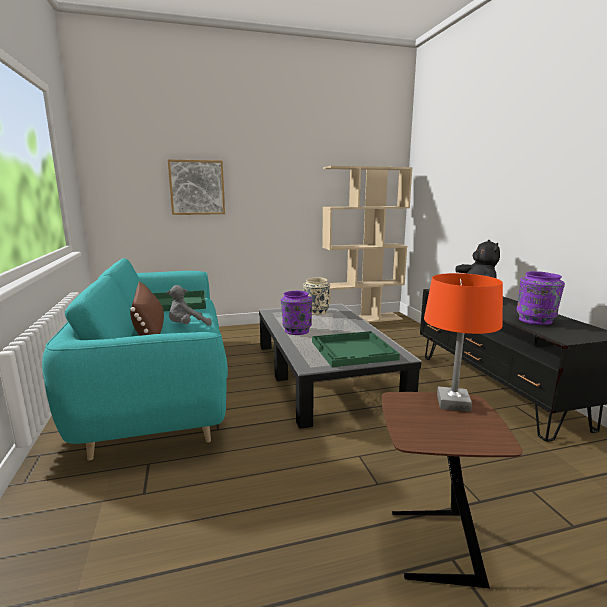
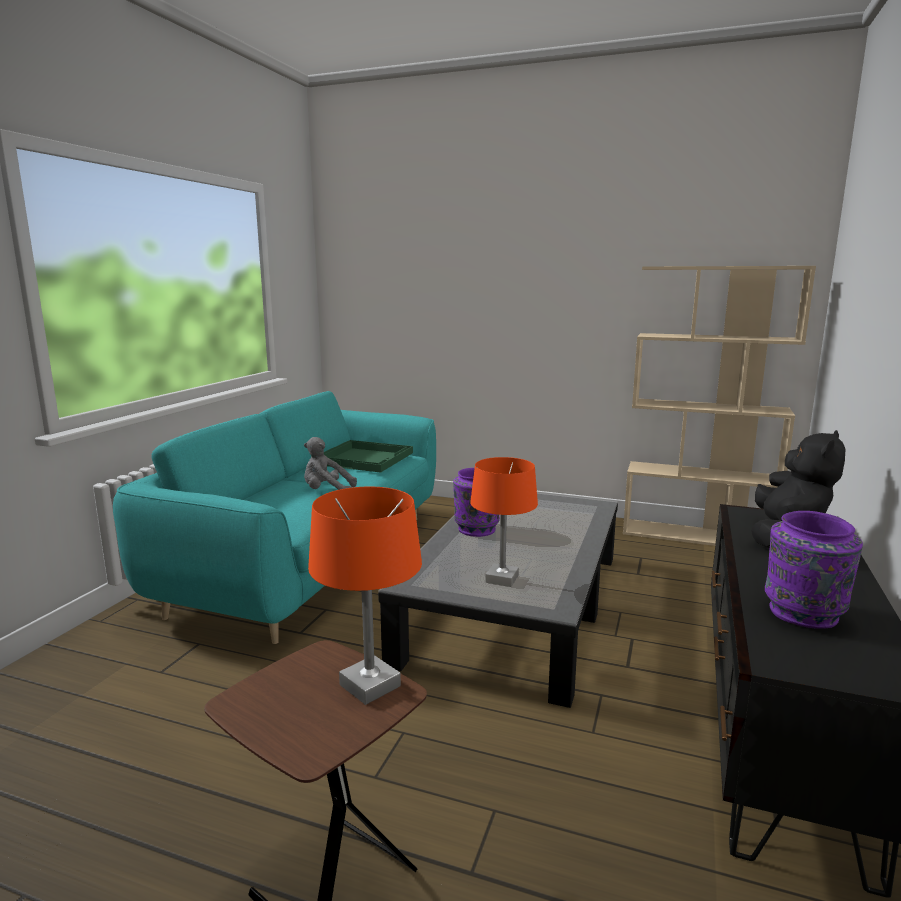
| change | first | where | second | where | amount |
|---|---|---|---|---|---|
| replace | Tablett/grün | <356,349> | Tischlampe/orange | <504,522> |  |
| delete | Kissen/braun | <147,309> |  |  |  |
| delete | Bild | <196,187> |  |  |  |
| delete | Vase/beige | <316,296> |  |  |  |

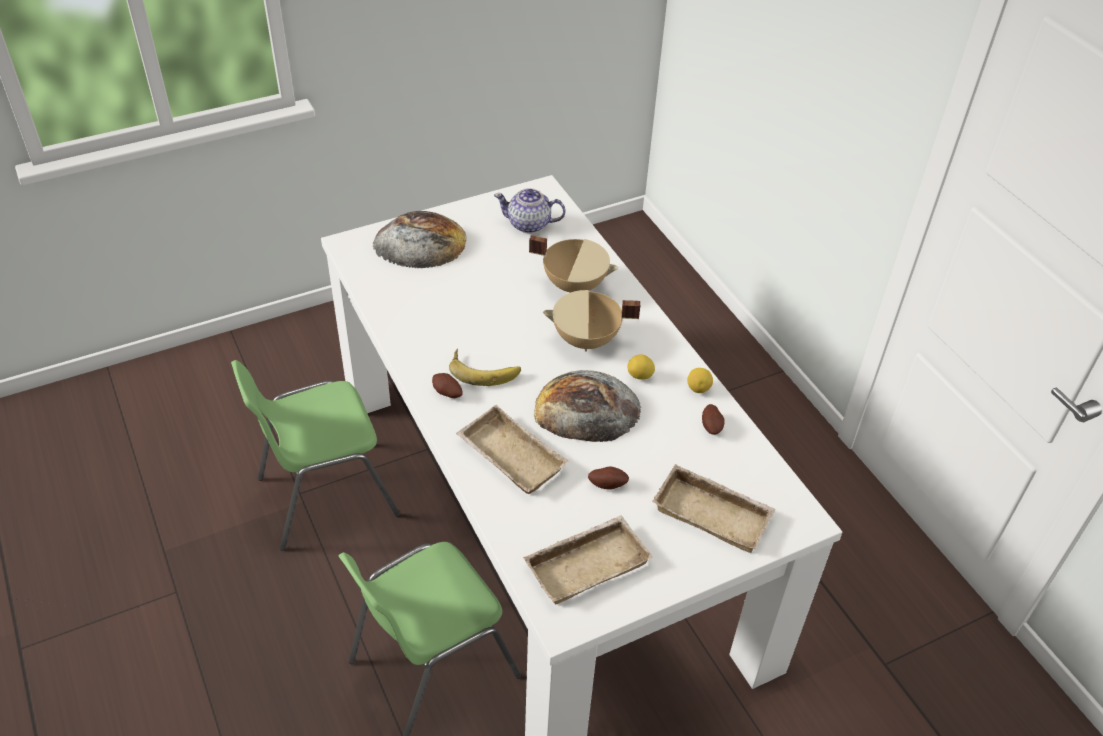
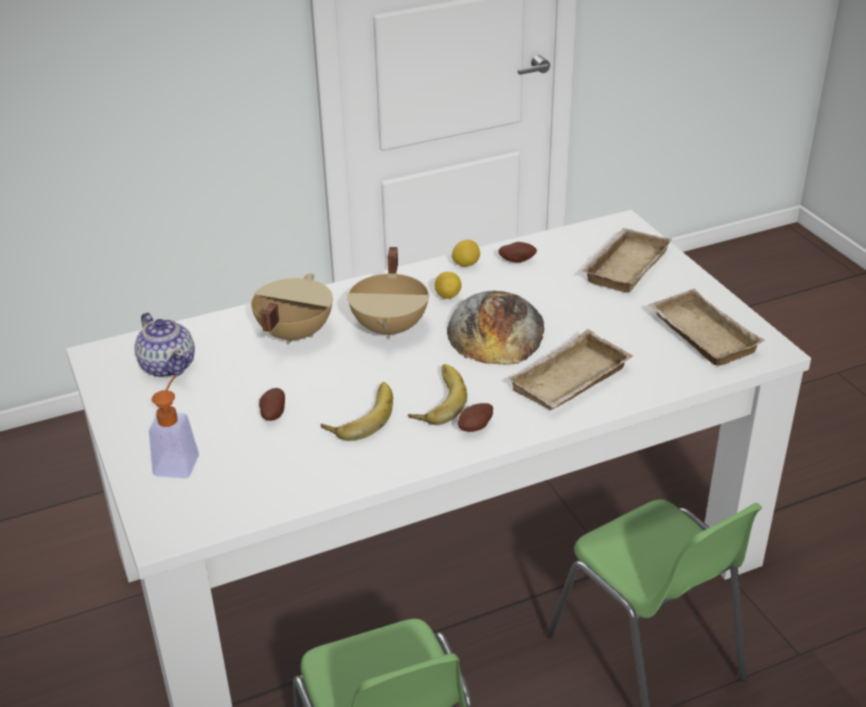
| change | first | where | second | where | amount |
|---|---|---|---|---|---|
| rotate | Teekanne | <530,210> |  | <164,345> | 45 degrees counterclockwise |
| replace | Brot | <419,239> | Seifenspender | <174,426> |  |
| move | Kartoffel | <608,477> |  | <272,404> |  |
| insert |  |  | Banane | <357,411> |  |

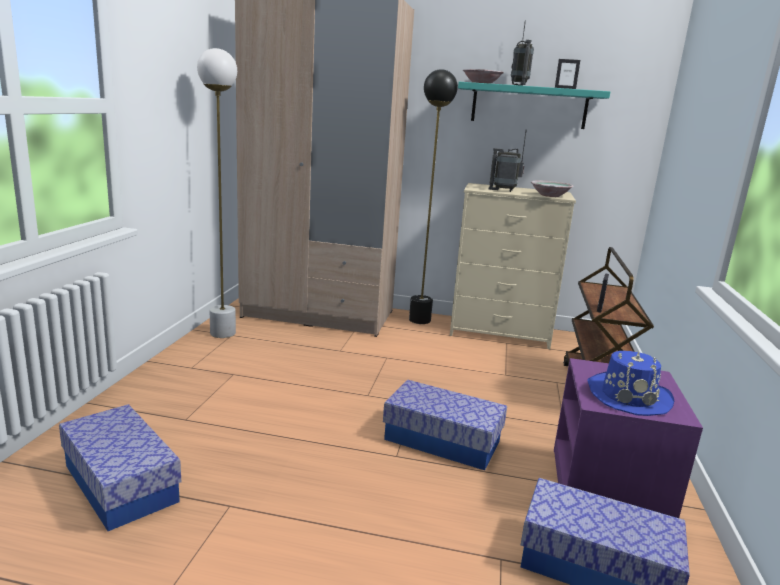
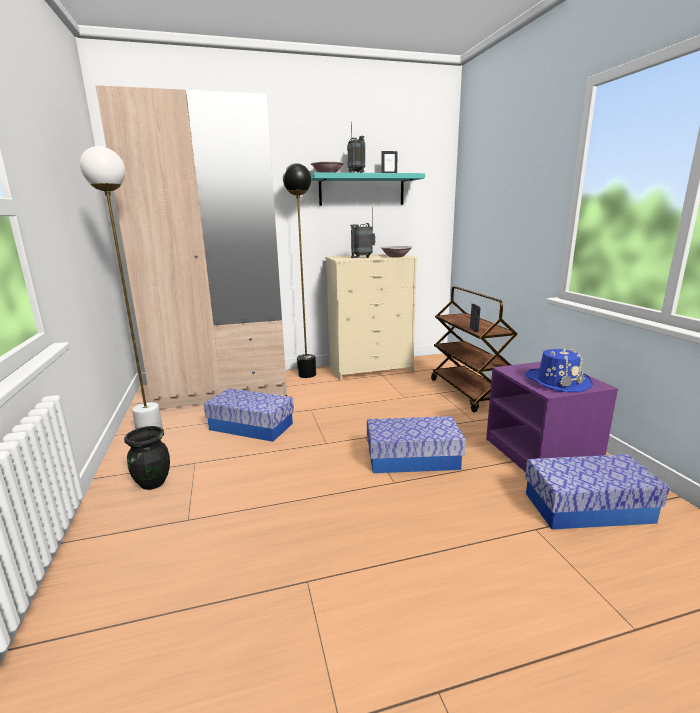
| change | first | where | second | where | amount |
|---|---|---|---|---|---|
| insert |  |  | Vase/schwarz | <147,458> |  |
| move | Aufbewahrungsbox | <120,467> |  | <249,415> |  |

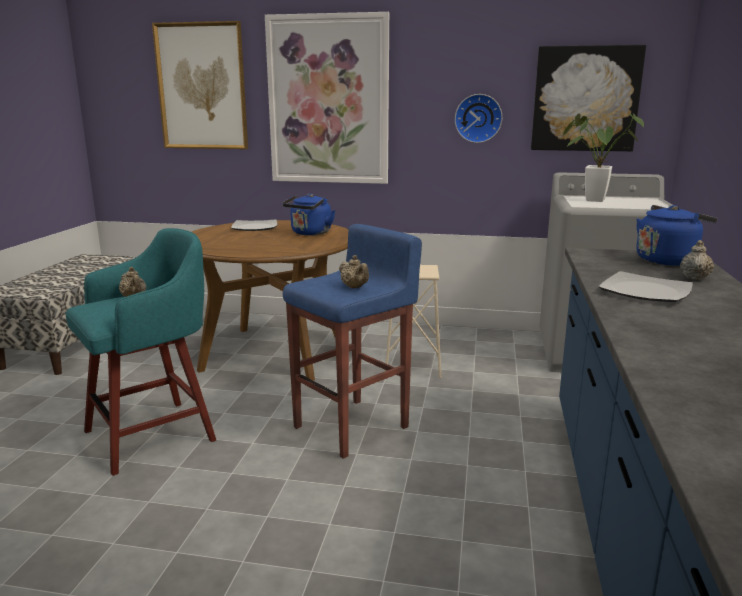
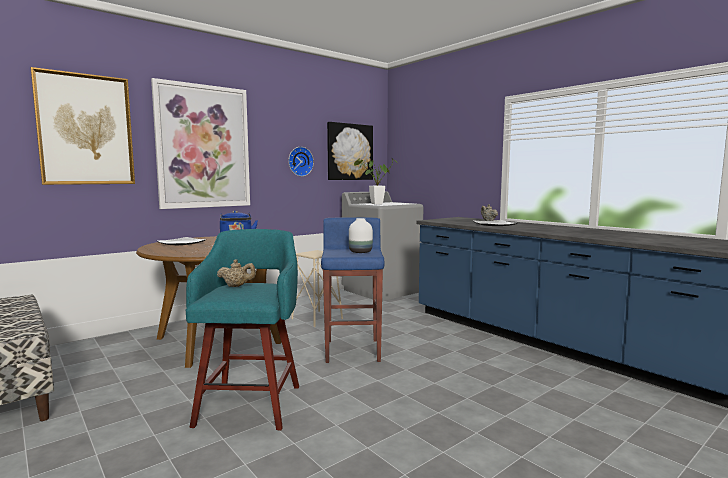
| change | first | where | second | where | amount |
|---|---|---|---|---|---|
| replace | Teekanne/beige | <354,271> | Vase/weiß | <361,235> |  |
| delete | Wasserkessel/blau | <676,235> |  |  |  |

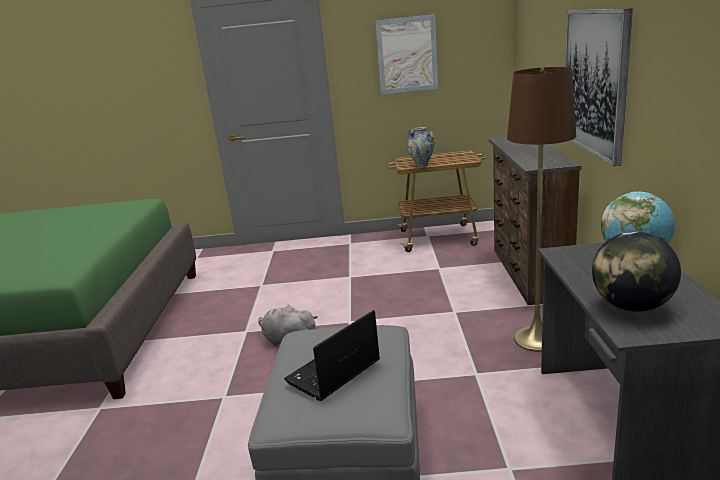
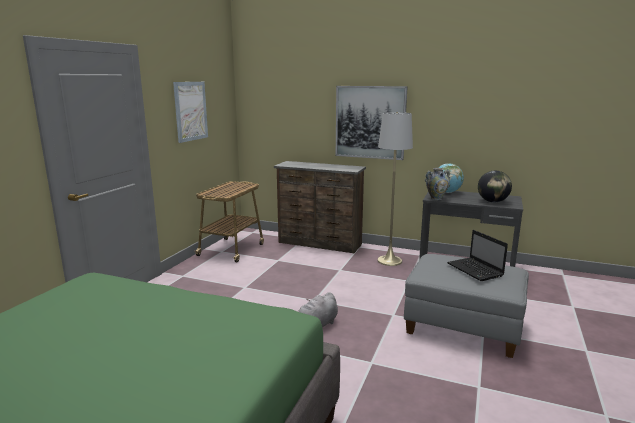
| change | first | where | second | where | amount |
|---|---|---|---|---|---|
| recolor | Stehlampe/braun | <541,209> | Stehlampe/grau | <395,189> |  |
| move | Vase | <421,147> |  | <437,184> |  |

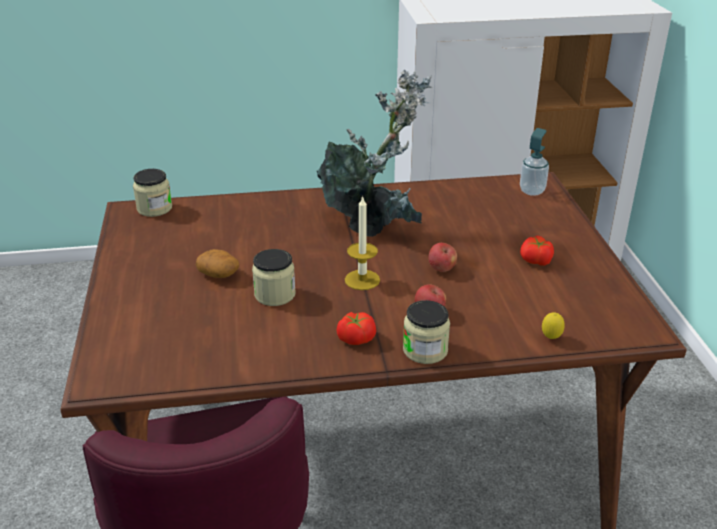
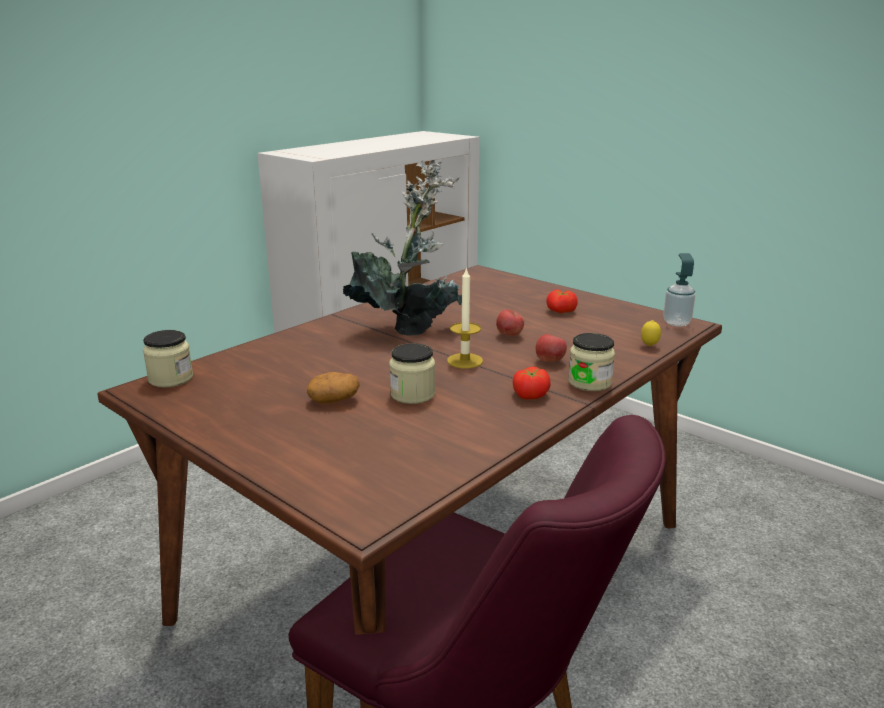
| change | first | where | second | where | amount |
|---|---|---|---|---|---|
| move | Seifenspender | <534,162> |  | <679,290> |  |

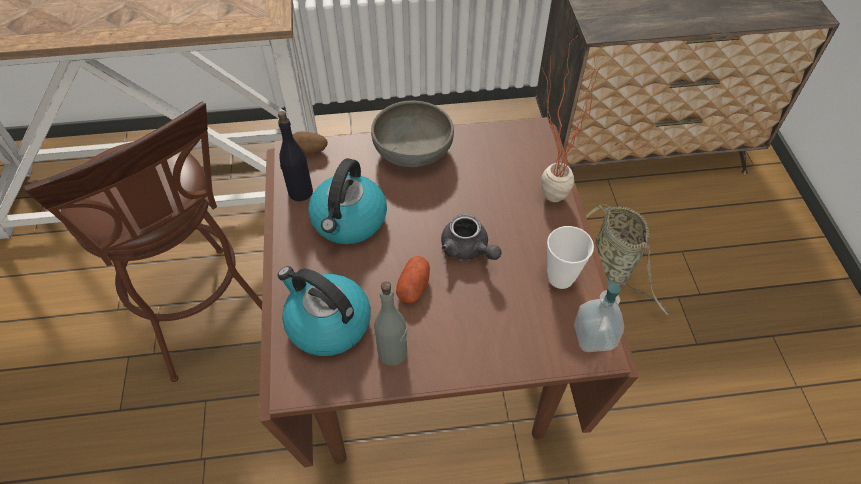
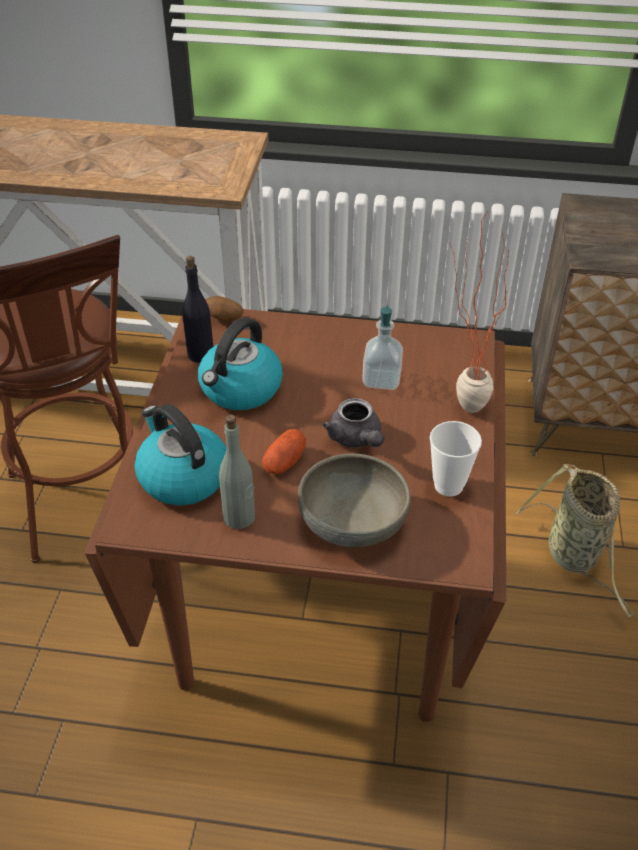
| change | first | where | second | where | amount |
|---|---|---|---|---|---|
| move | Schüssel/grau | <412,133> |  | <354,500> |  |
| move | Seifenspender | <599,314> |  | <382,347> |  |

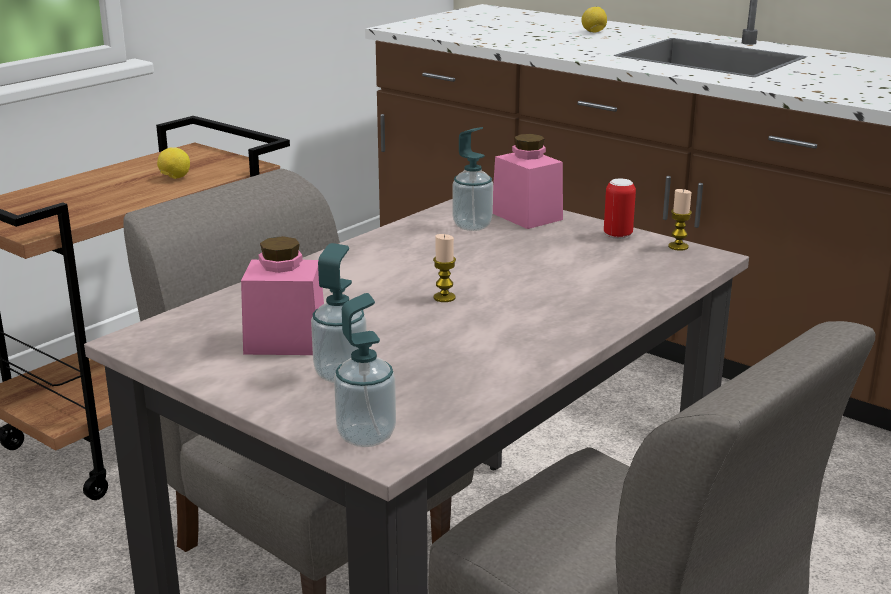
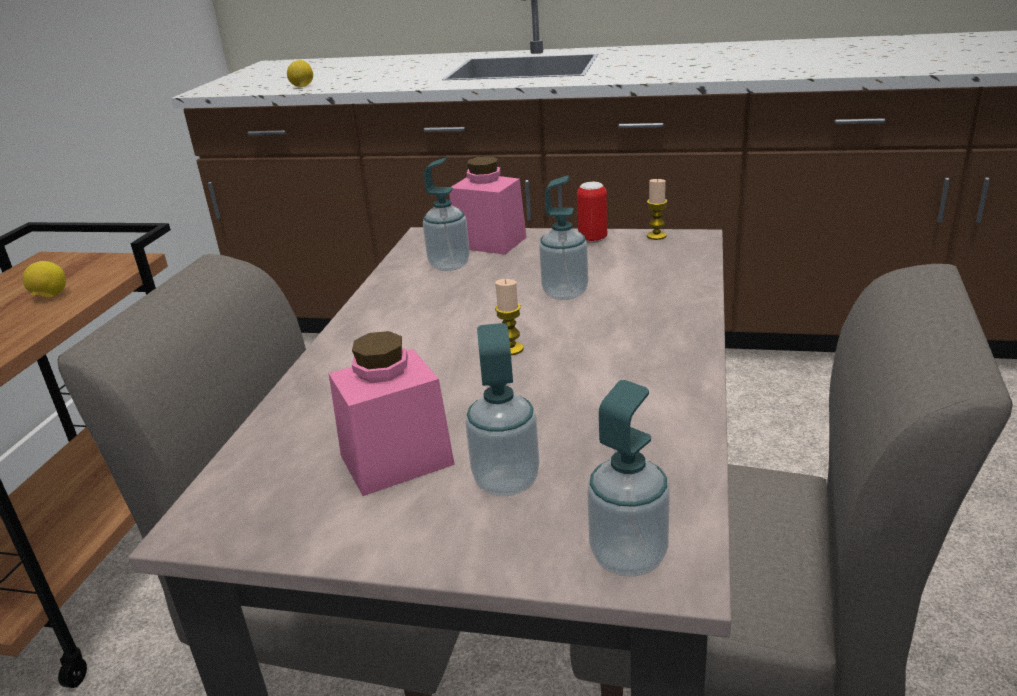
| change | first | where | second | where | amount |
|---|---|---|---|---|---|
| move | Zitrone | <594,19> |  | <300,73> |  |
| insert |  |  | Seifenspender | <563,237> |  |

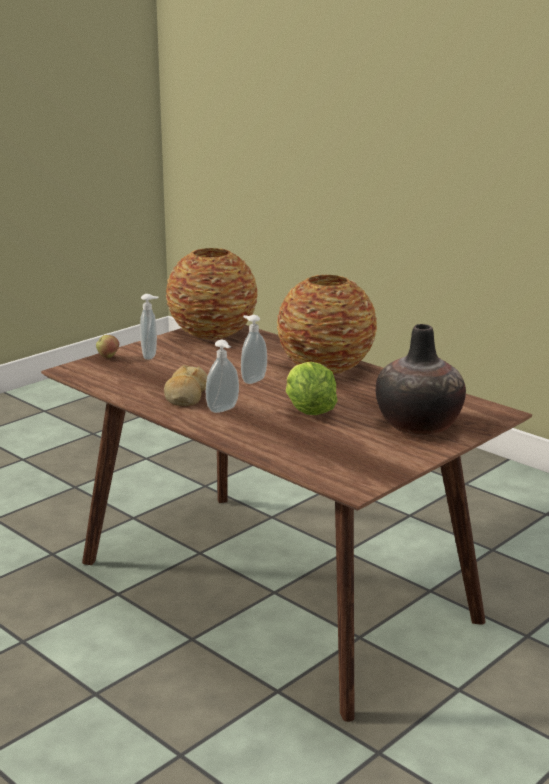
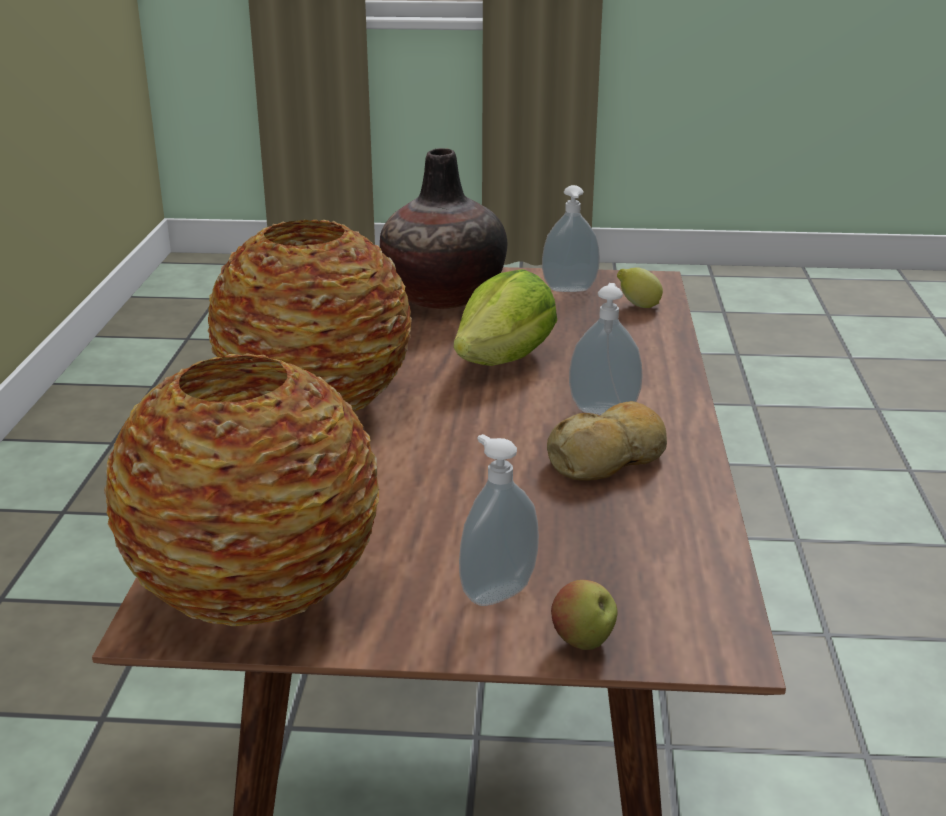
| change | first | where | second | where | amount |
|---|---|---|---|---|---|
| move | Seifenspender | <254,349> |  | <571,238> |  |
| insert |  |  | Zitrone | <640,287> |  |

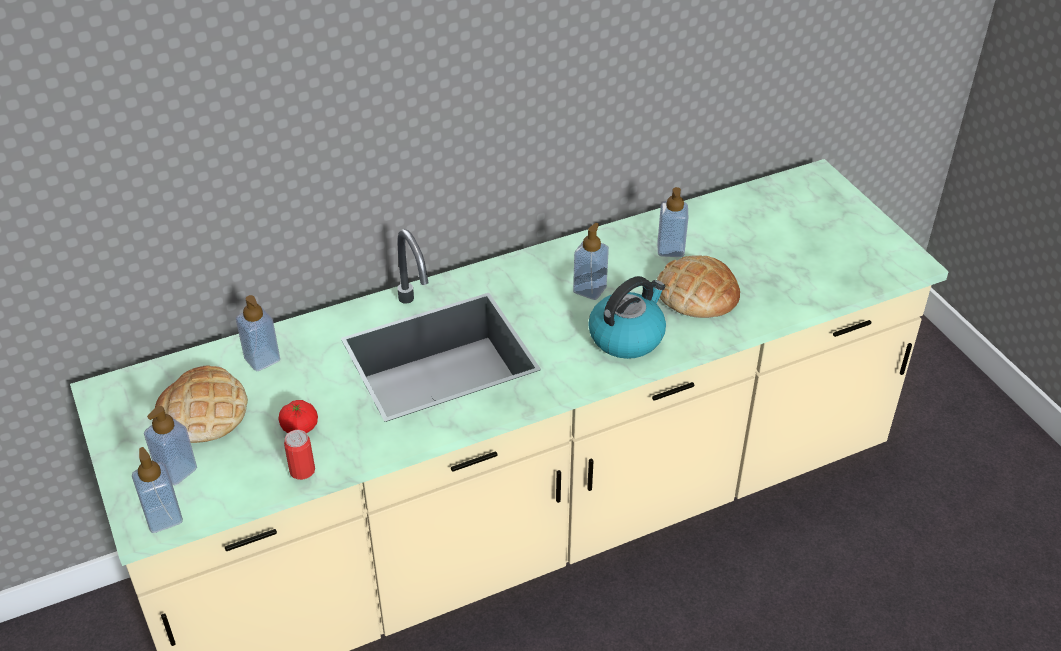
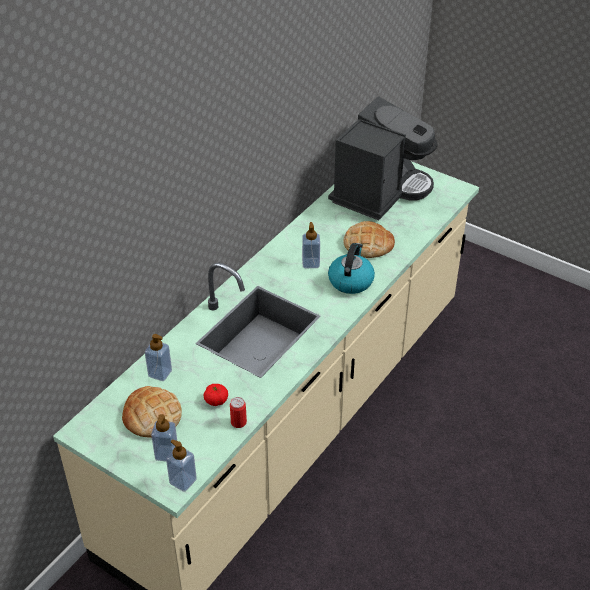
| change | first | where | second | where | amount |
|---|---|---|---|---|---|
| insert |  |  | Kaffeemaschine | <383,158> |  |
| delete | Seifenspender | <673,222> |  |  |  |

